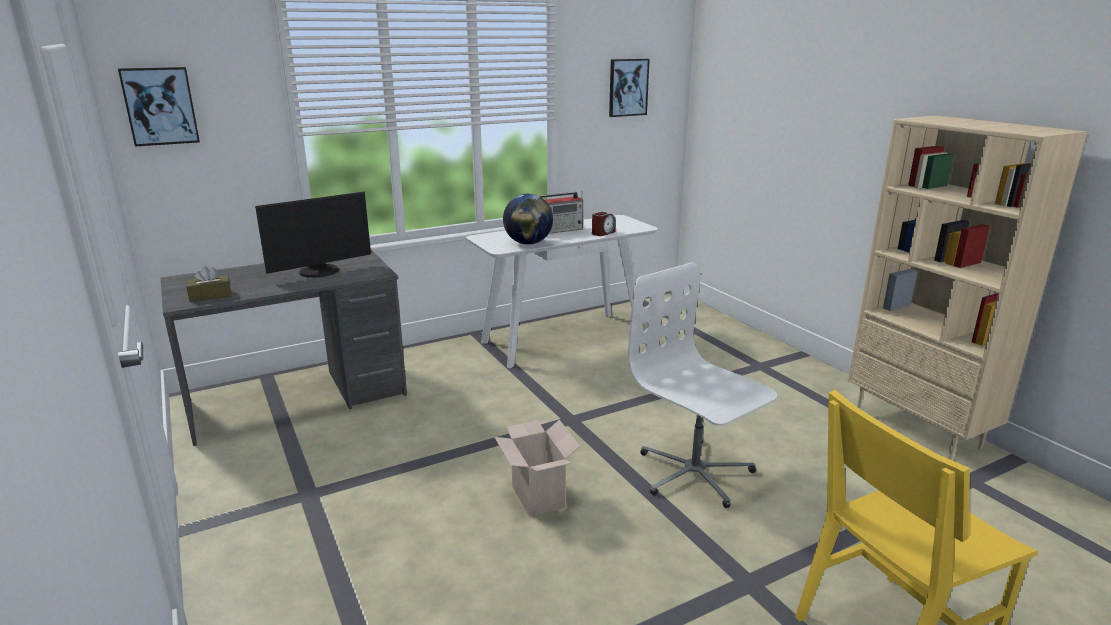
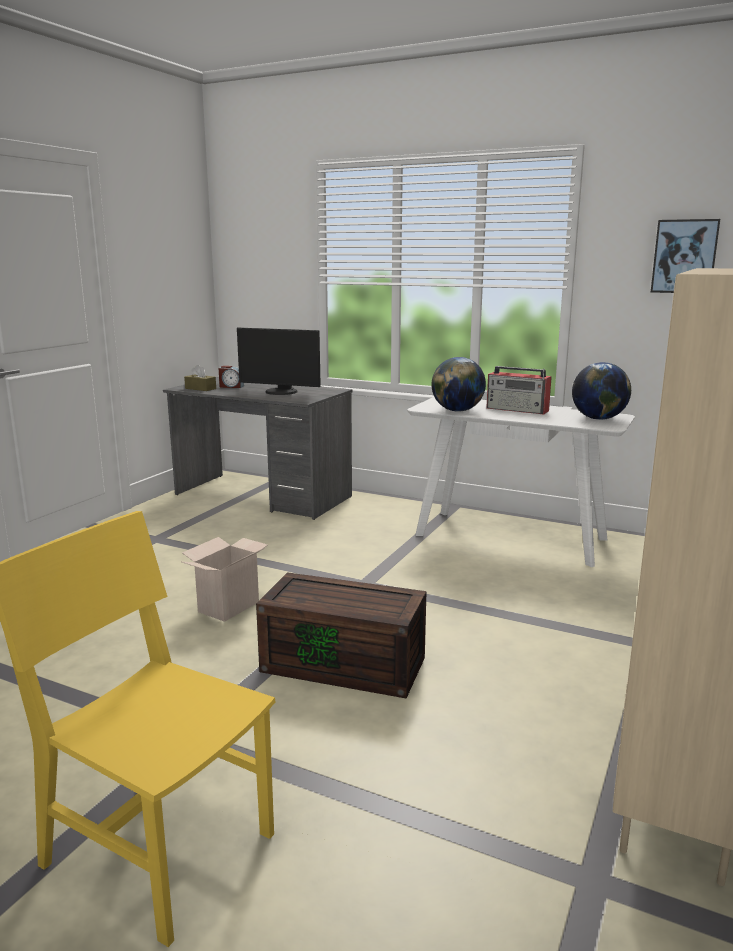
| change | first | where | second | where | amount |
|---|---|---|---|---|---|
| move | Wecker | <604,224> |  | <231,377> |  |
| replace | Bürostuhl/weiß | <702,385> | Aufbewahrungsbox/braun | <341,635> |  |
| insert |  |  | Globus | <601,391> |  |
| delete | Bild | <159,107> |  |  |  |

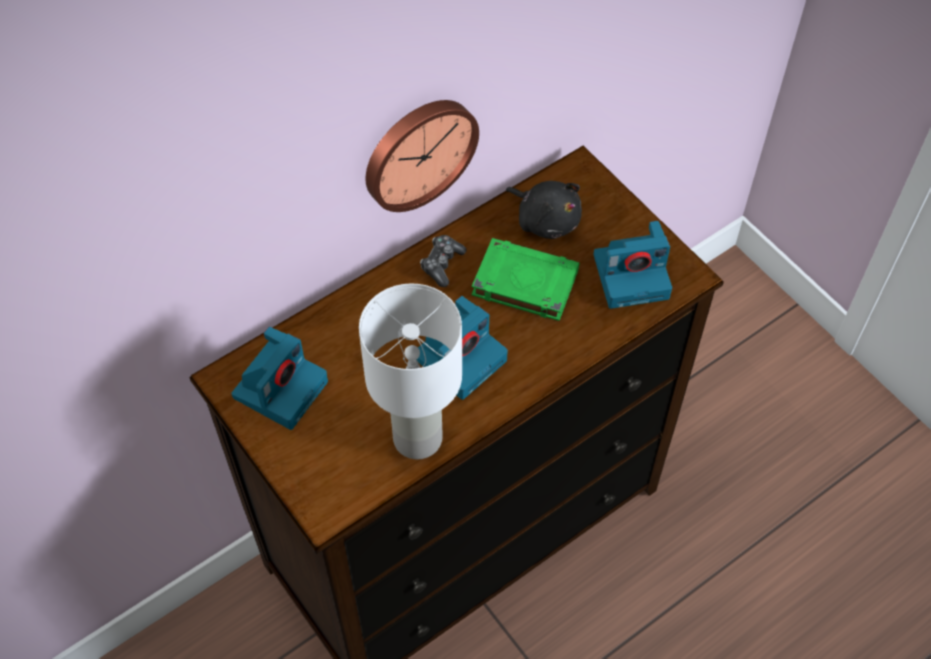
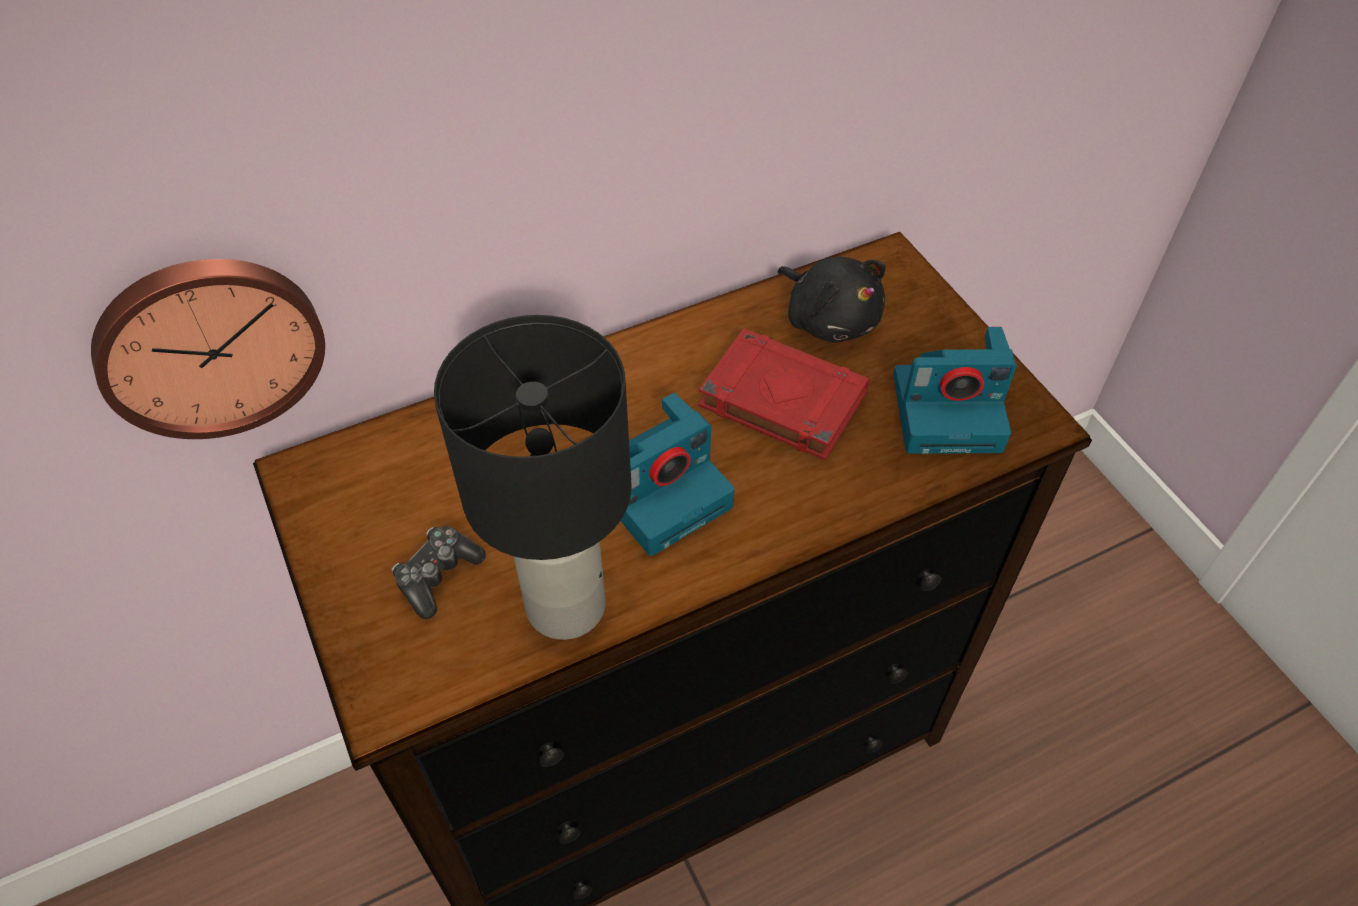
| change | first | where | second | where | amount |
|---|---|---|---|---|---|
| move | Wanduhr | <422,156> |  | <208,349> |  |
| move | Gamepad | <443,261> |  | <439,572> |  |
| recolor | Tischlampe/weiß | <410,371> | Tischlampe/schwarz | <533,477> |  |
| recolor | Buch/grün | <526,279> | Buch/rot | <784,394> |  |
| delete | Kamera | <279,378> |  |  |  |

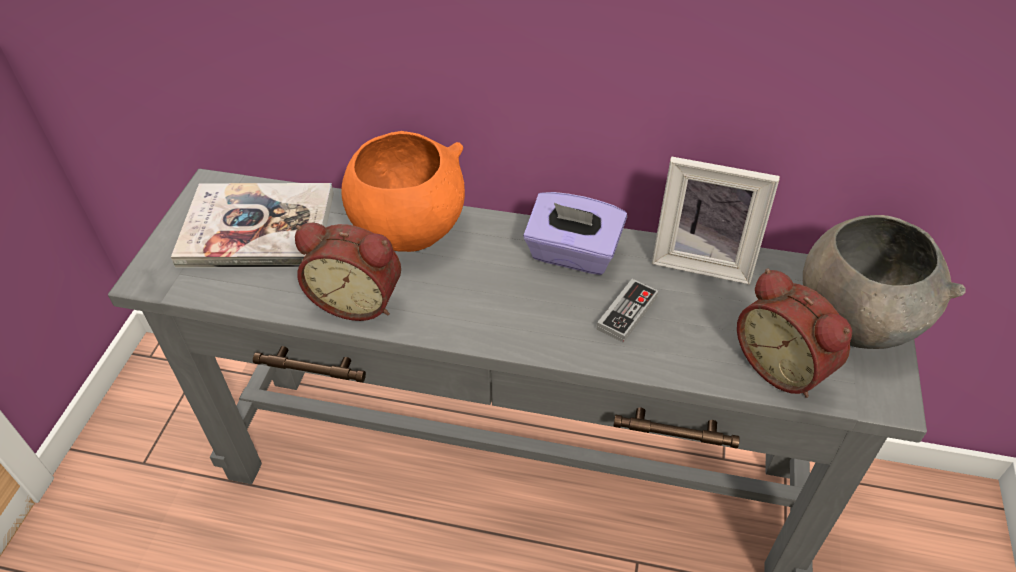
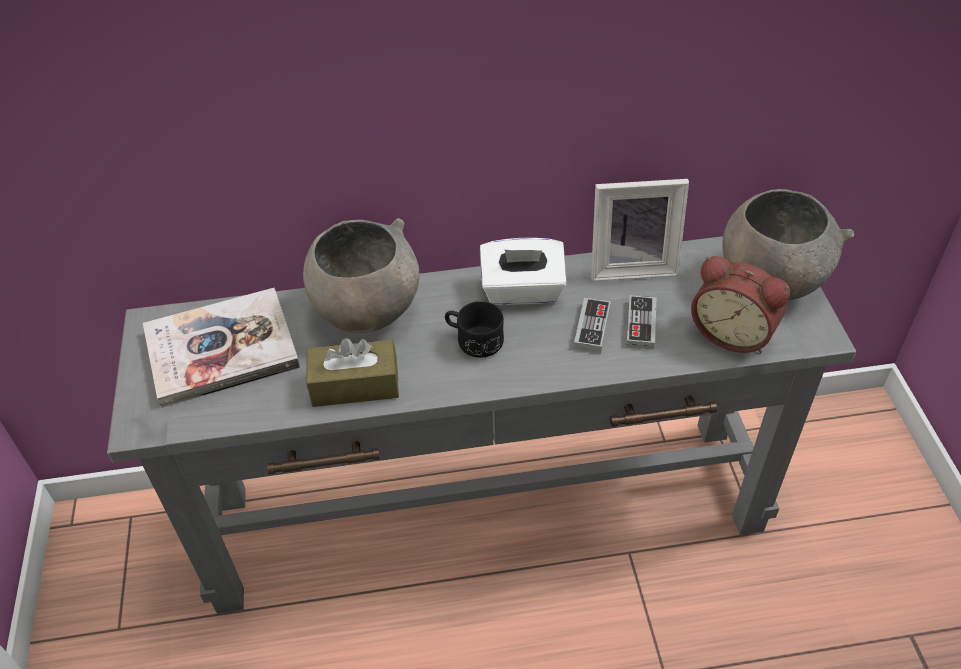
| change | first | where | second | where | amount |
|---|---|---|---|---|---|
| recolor | Schüssel/orange | <403,191> | Schüssel/grau | <361,275> |  |
| replace | Wecker | <348,272> | Taschentuchbox/braun | <352,372> |  |
| insert |  |  | Henkelbecher/schwarz | <474,329> |  |
| recolor | Taschentuchbox/lila | <575,233> | Taschentuchbox/weiß | <523,271> |  |
| insert |  |  | Gamepad | <641,322> |  |

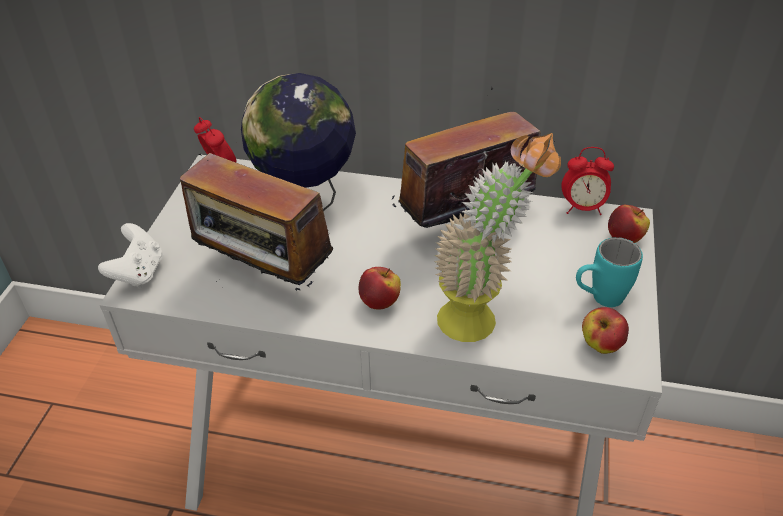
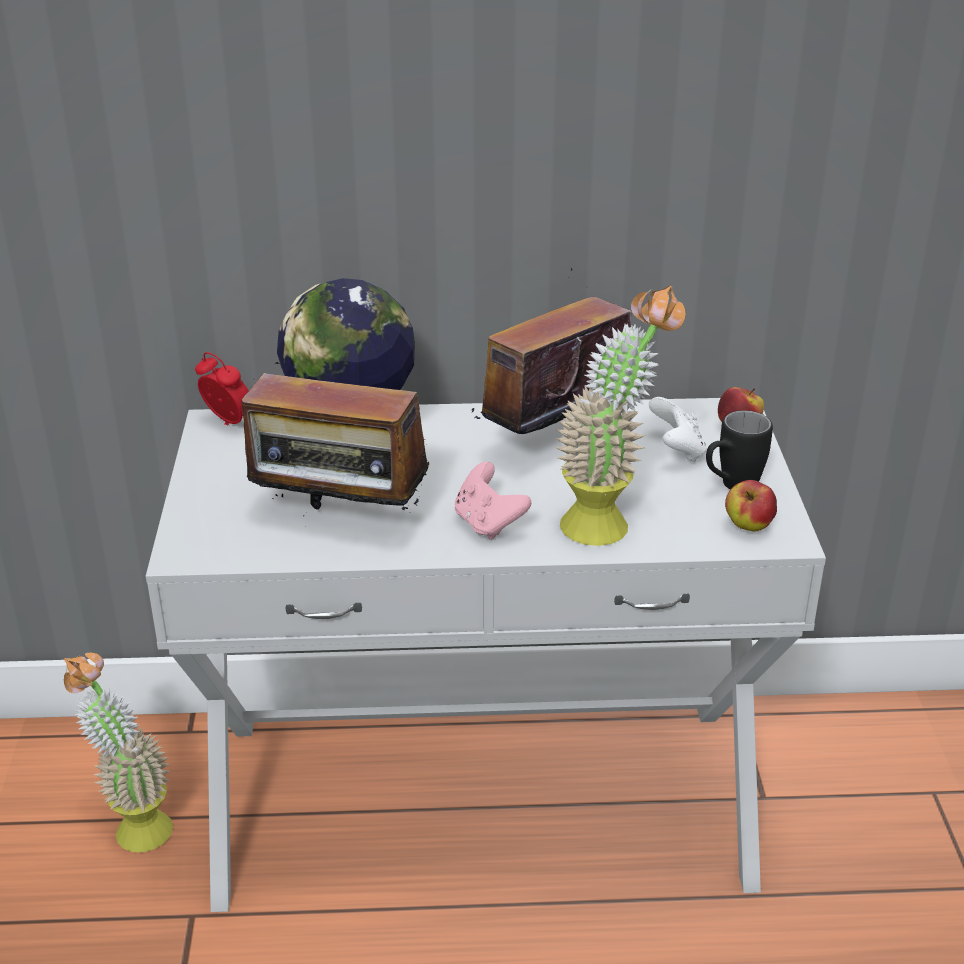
| change | first | where | second | where | amount |
|---|---|---|---|---|---|
| insert |  |  | Topfpflanze | <118,752> |  |
| replace | Apfel | <380,288> | Gamepad/rosa | <493,501> |  |
| move | Gamepad/weiß | <130,255> |  | <678,429> |  |
| recolor | Henkelbecher/türkis | <609,272> | Henkelbecher/schwarz | <739,449> |  |
| delete | Wecker | <587,181> |  |  |  |

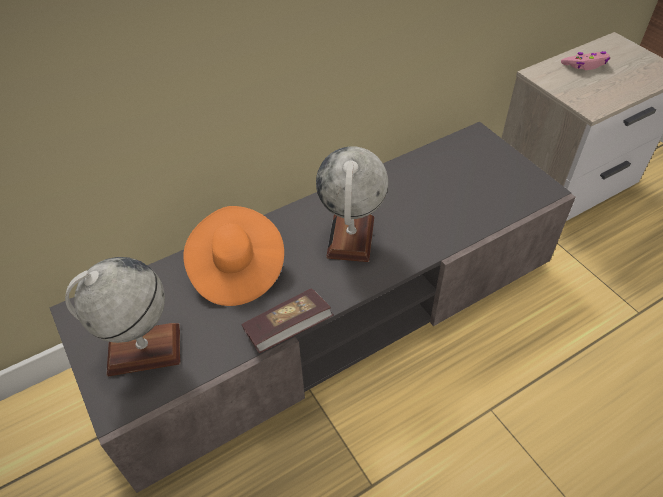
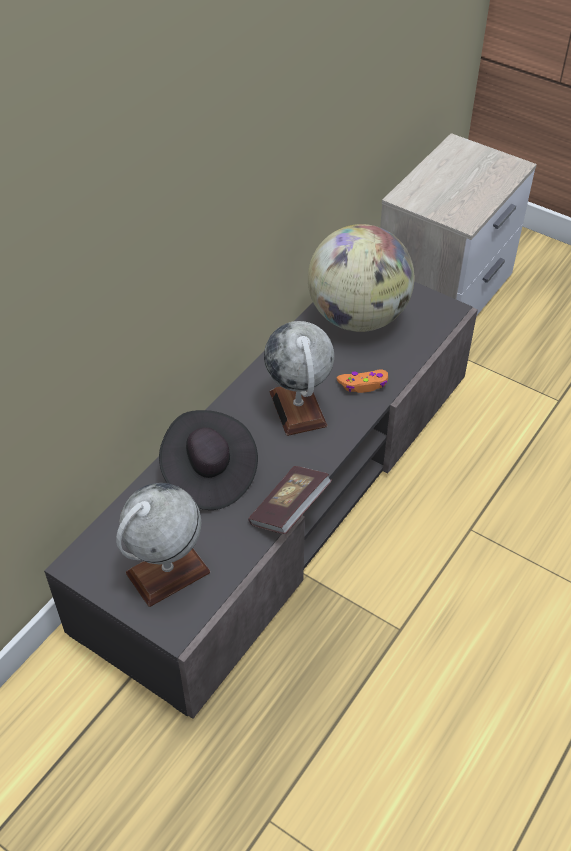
| change | first | where | second | where | amount |
|---|---|---|---|---|---|
| recolor | Hut/orange | <234,256> | Hut/schwarz | <208,460> |  |
| insert |  |  | Globus | <361,278> |  |
| insert |  |  | Gamepad/orange | <362,381> |  |
| delete | Gamepad/rosa | <585,60> |  |  |  |

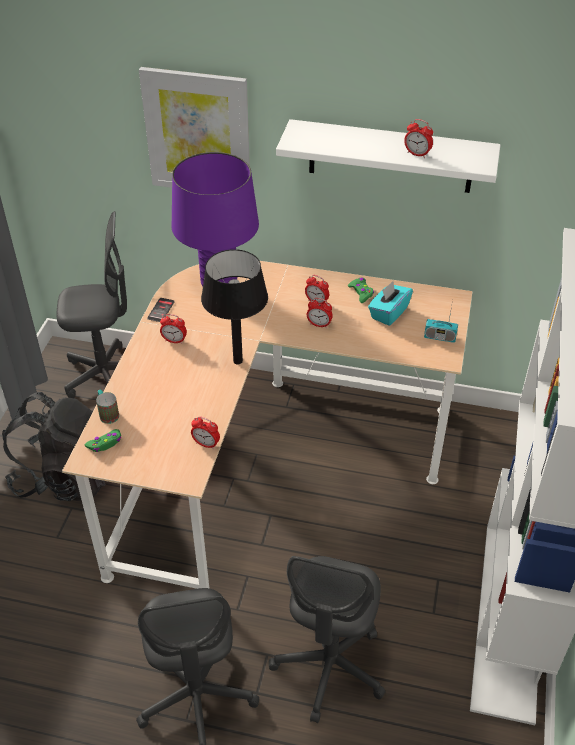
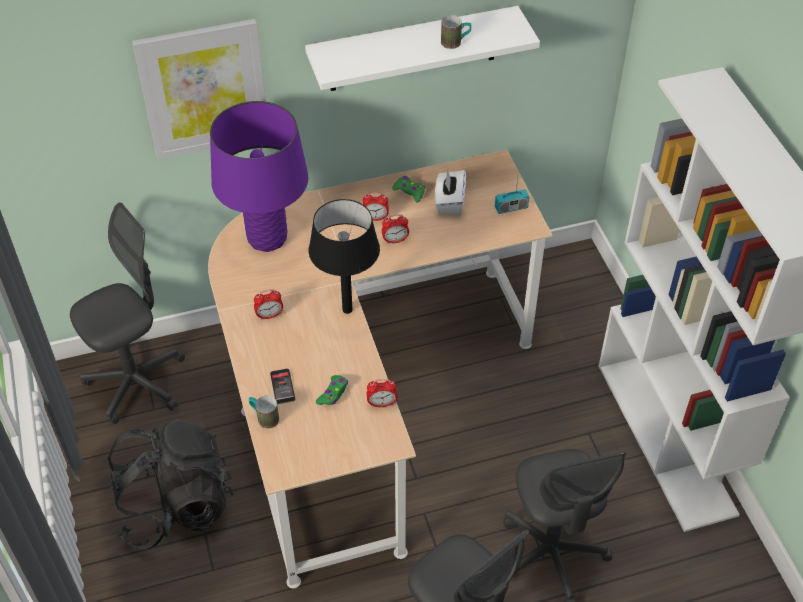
| change | first | where | second | where | amount |
|---|---|---|---|---|---|
| move | Handy | <161,310> |  | <283,386> |  |
| move | Gamepad/grün | <103,440> |  | <332,390> |  |
| recolor | Taschentuchbox/türkis | <390,303> | Taschentuchbox/weiß | <450,192> |  |
| replace | Wecker | <418,138> | Henkelbecher | <456,32> |  |

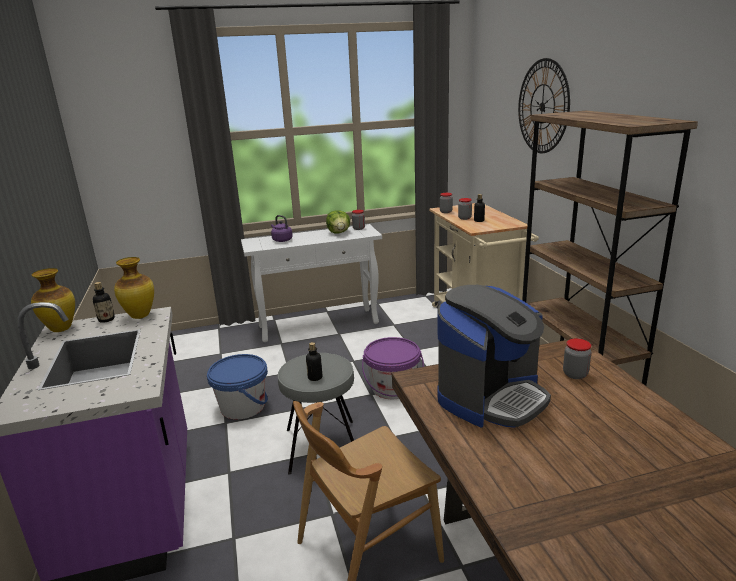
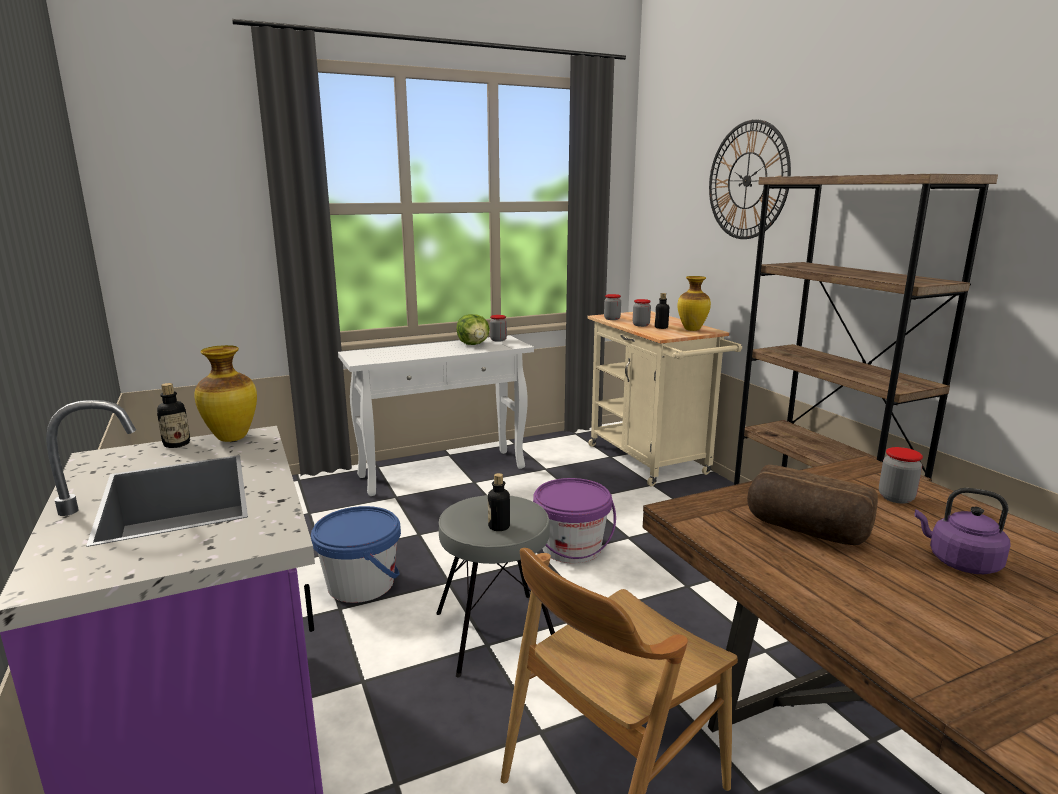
| change | first | where | second | where | amount |
|---|---|---|---|---|---|
| move | Vase | <53,300> |  | <694,303> |  |
| replace | Kaffeemaschine | <494,356> | Brot | <812,505> |  |
| move | Wasserkessel/lila | <282,228> |  | <963,531> |  |

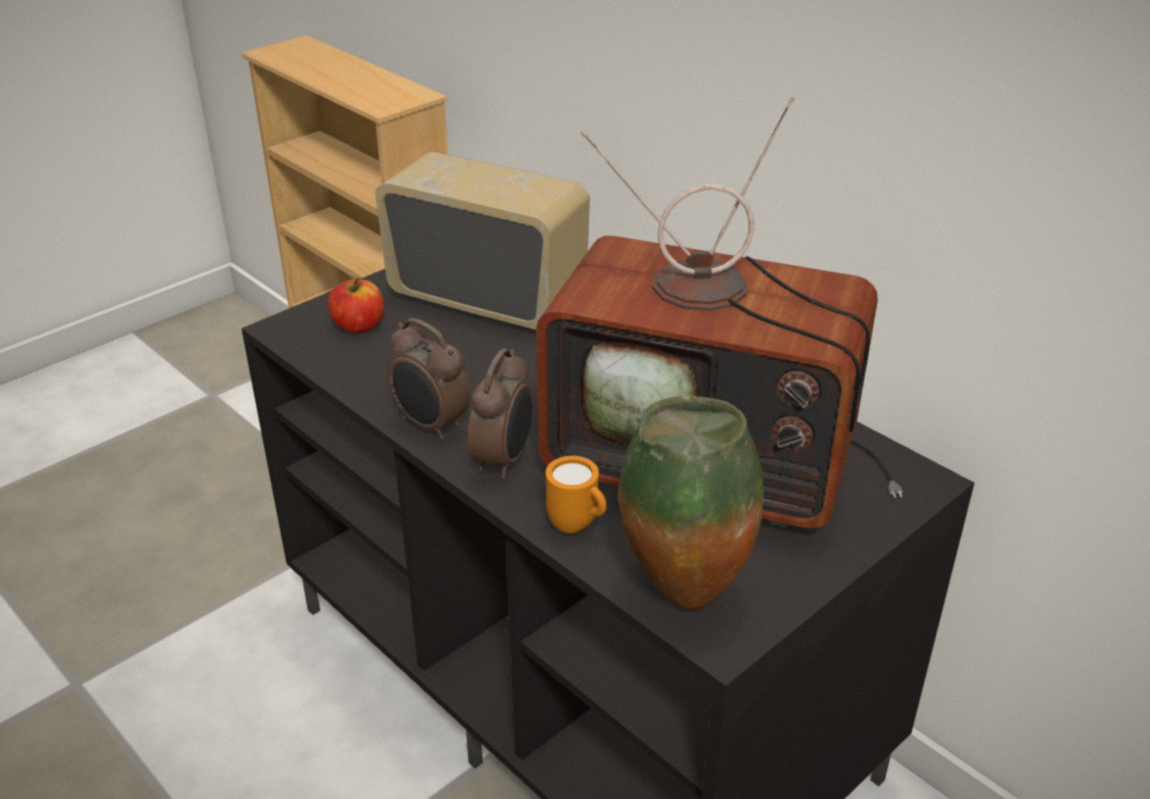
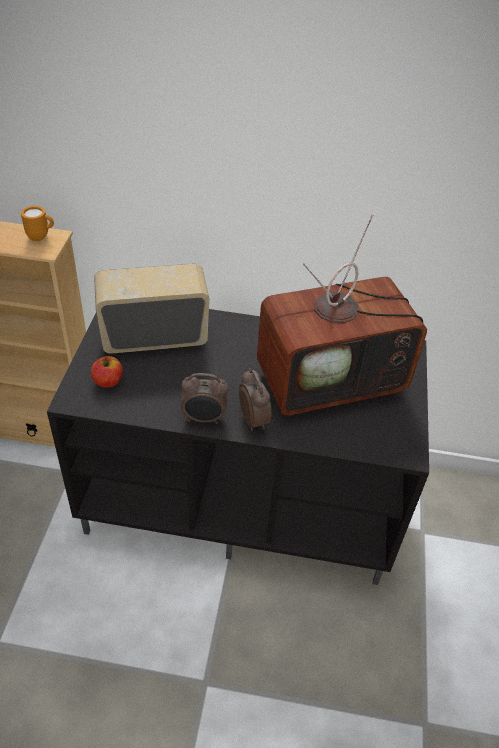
| change | first | where | second | where | amount |
|---|---|---|---|---|---|
| move | Henkelbecher/orange | <576,495> |  | <37,223> |  |
| delete | Vase | <691,503> |  |  |  |

